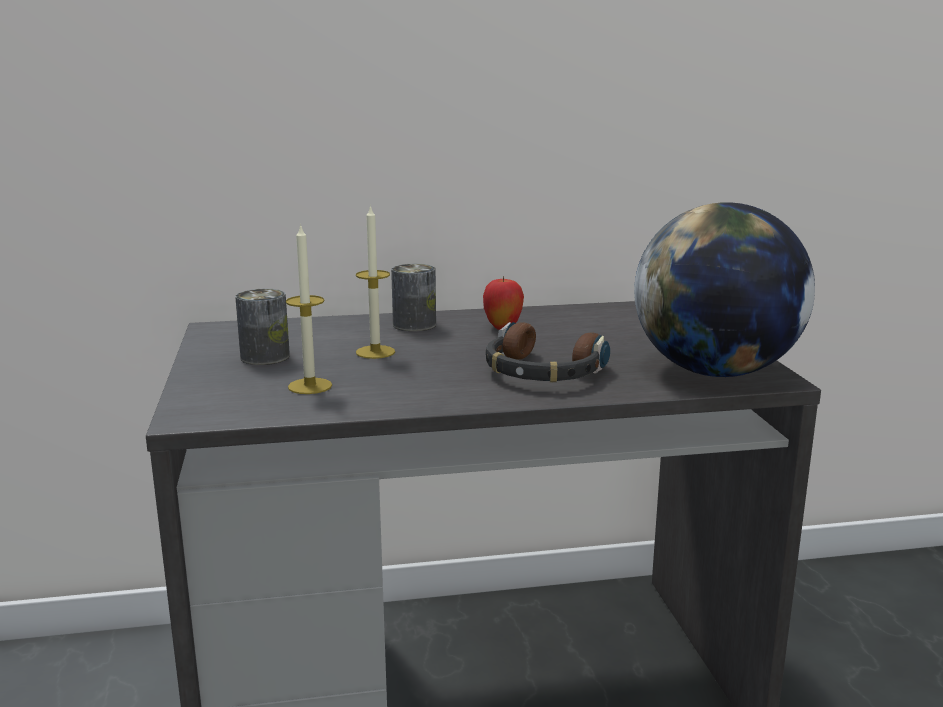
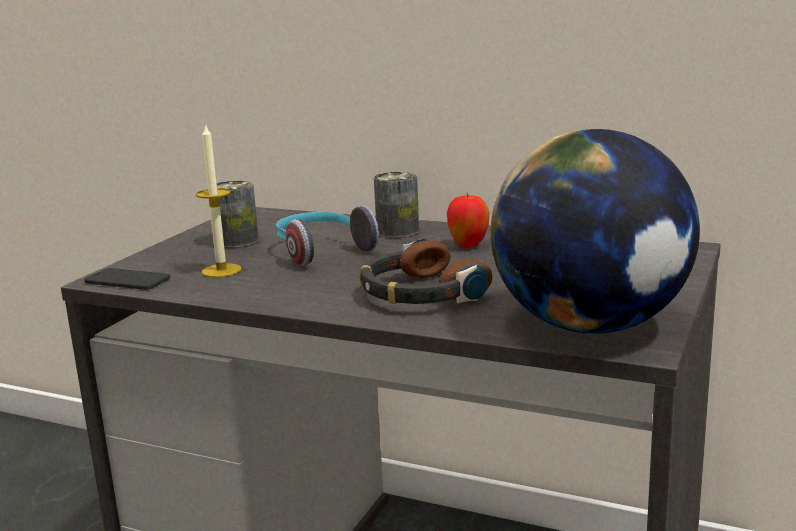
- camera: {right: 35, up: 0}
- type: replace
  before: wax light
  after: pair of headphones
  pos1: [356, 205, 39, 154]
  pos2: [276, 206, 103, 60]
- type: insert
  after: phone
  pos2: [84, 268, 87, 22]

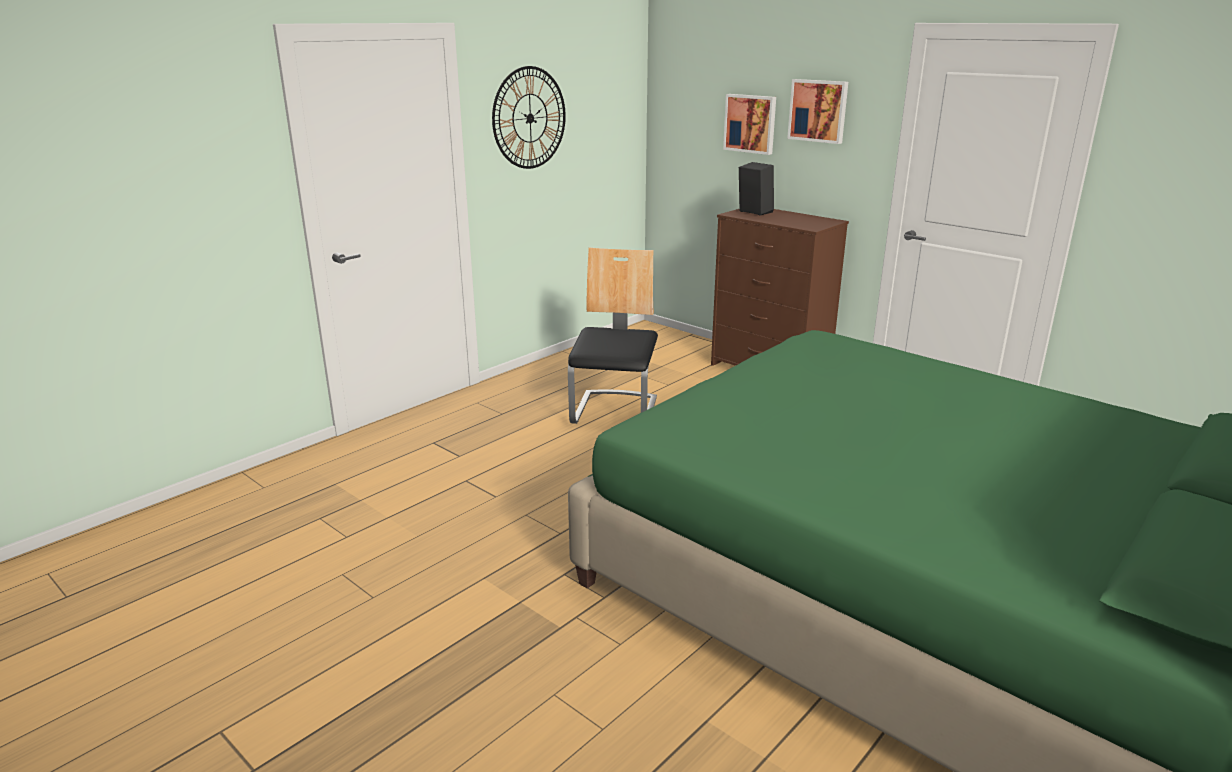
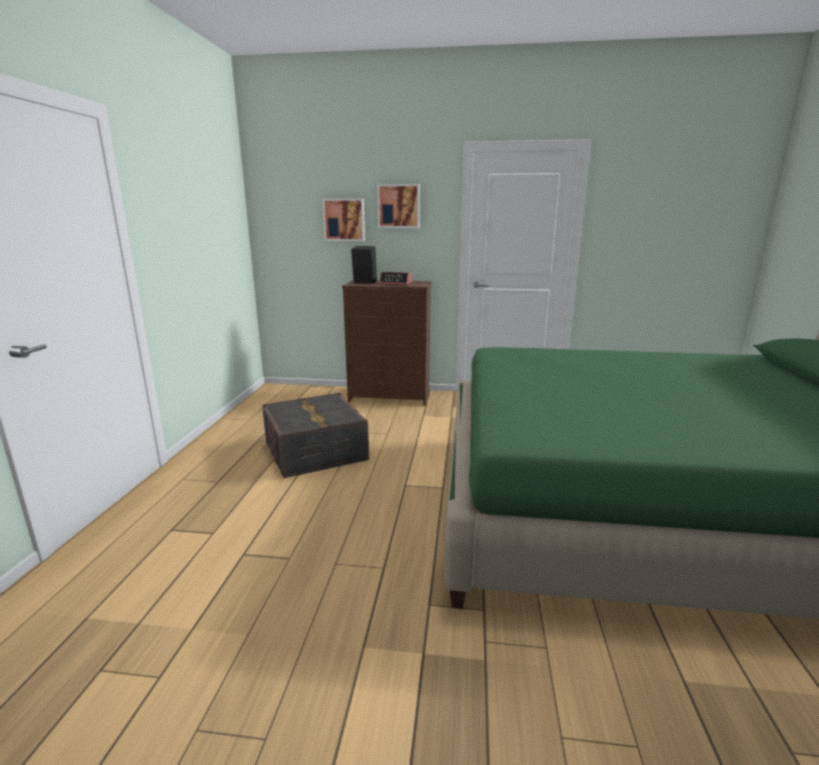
- camera: {right: -35, up: -5}
- type: delete
  before: wall clock
  pos1: [492, 66, 74, 103]
- type: replace
  before: upright chair
  after: gray storage bin
  pos1: [568, 247, 90, 177]
  pos2: [262, 393, 107, 85]
- type: insert
  after: alarm clock
  pos2: [379, 272, 33, 13]

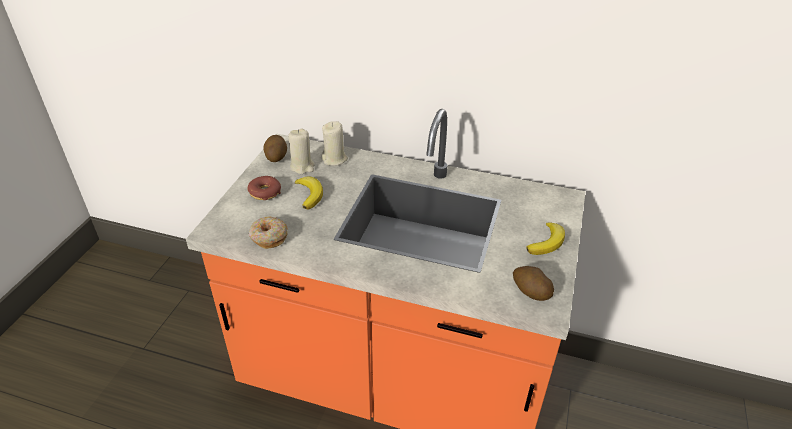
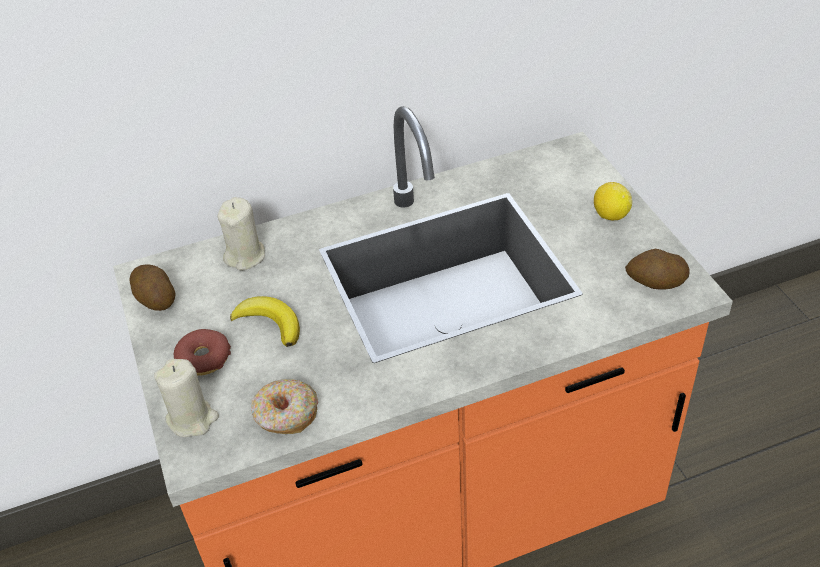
- camera: {right: -35, up: 5}
- type: move
  before: sand-coloured wax light
  pos1: [288, 129, 27, 45]
  pos2: [154, 359, 65, 78]
- type: replace
  before: whole banana
  after: citrus fruit
  pos1: [526, 222, 39, 33]
  pos2: [594, 182, 38, 38]

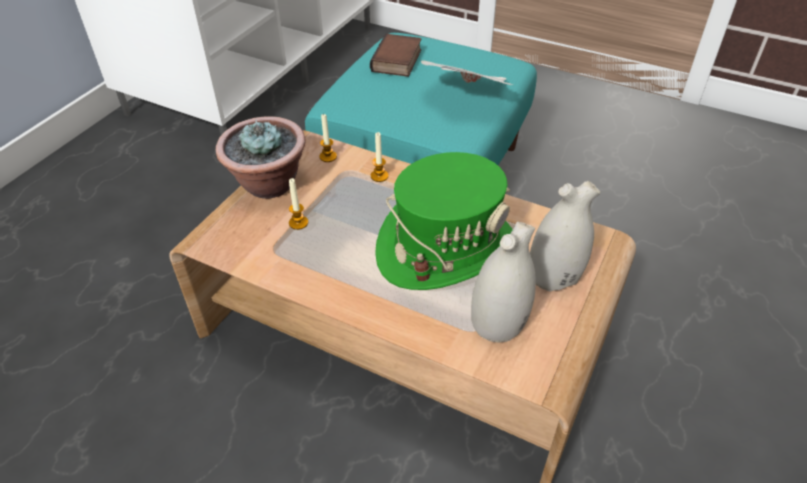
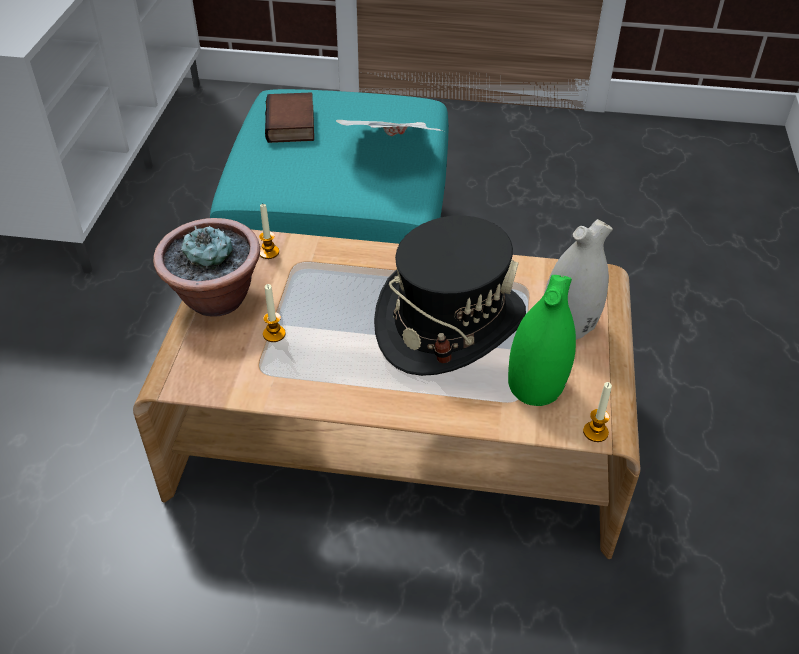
- camera: {right: -20, up: 0}
- type: move
  before: wax light
  pos1: [371, 132, 18, 50]
  pos2: [583, 382, 29, 60]
- type: recolor
  before: green clothing hat
  after: black clothing hat
  pos1: [375, 152, 138, 138]
  pos2: [374, 215, 152, 161]
- type: recolor
  before: white vase
  after: green vase
  pos1: [471, 222, 65, 120]
  pos2: [508, 275, 68, 131]

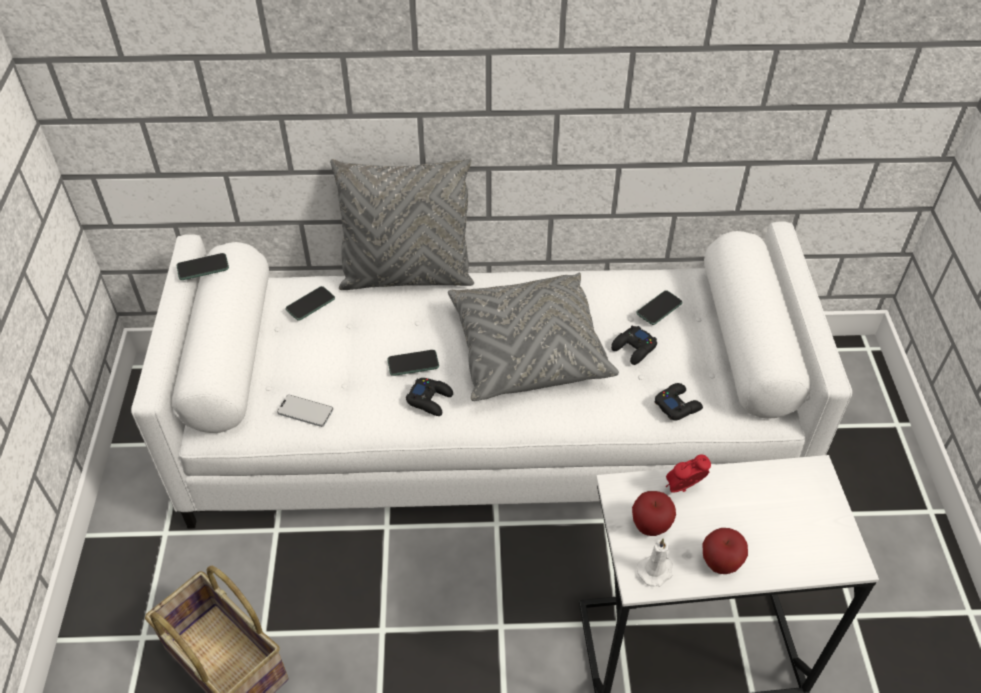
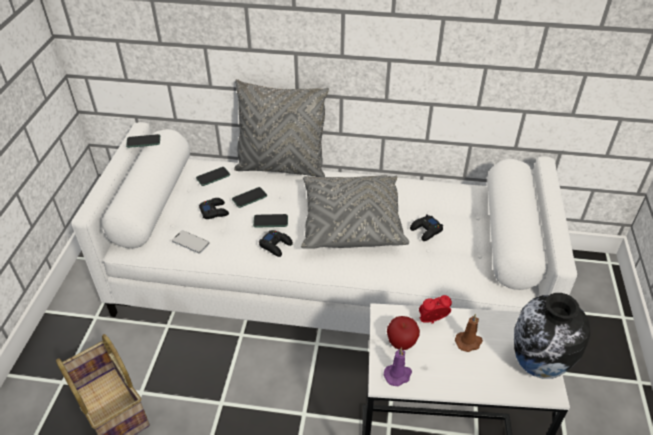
- camera: {right: 10, up: -5}
- type: move
  before: phone
  pos1: [636, 290, 47, 35]
  pos2: [232, 187, 35, 21]
- type: move
  before: black gamepad
  pos1: [655, 383, 48, 38]
  pos2: [199, 198, 30, 21]
- type: delete
  before: apple fruit
  pos1: [703, 528, 45, 46]
- type: recolor
  before: white wax light
  after: purple-coloured wax light
  pos1: [637, 538, 36, 49]
  pos2: [384, 347, 28, 39]
- type: insert
  after: vase
  pos2: [514, 293, 76, 86]
- type: insert
  after: brown-coloured wax light
  pos2: [455, 314, 28, 38]

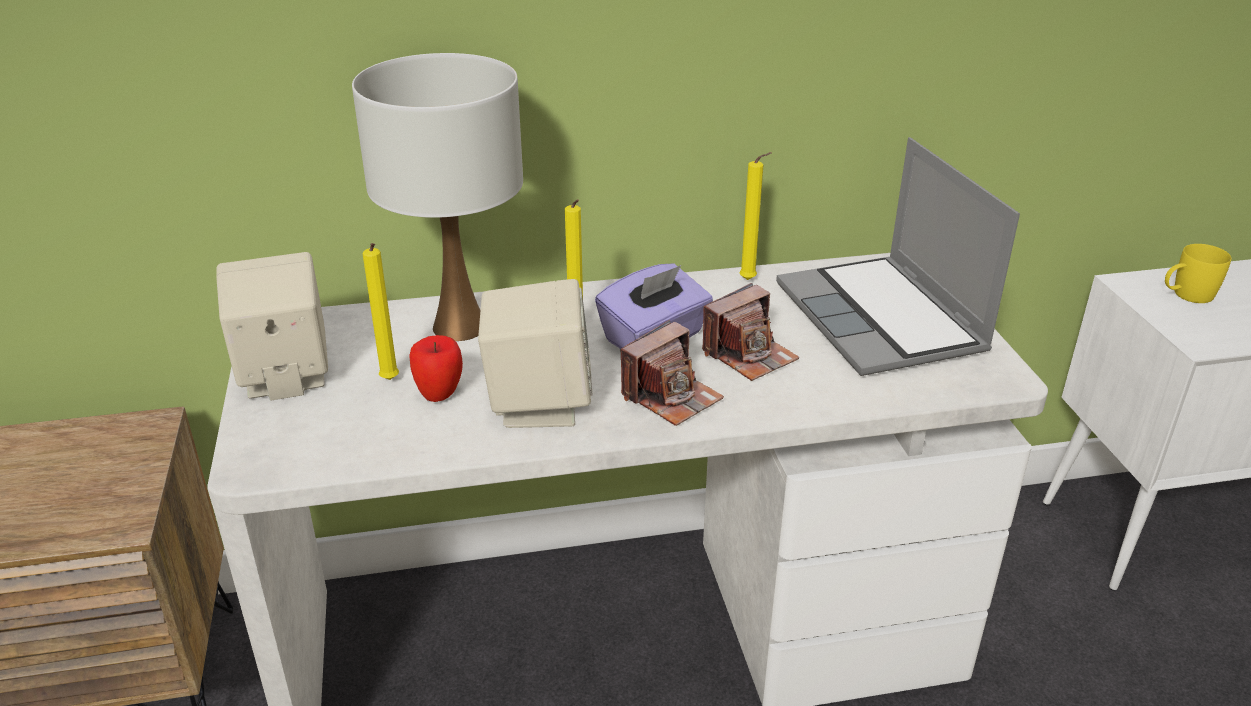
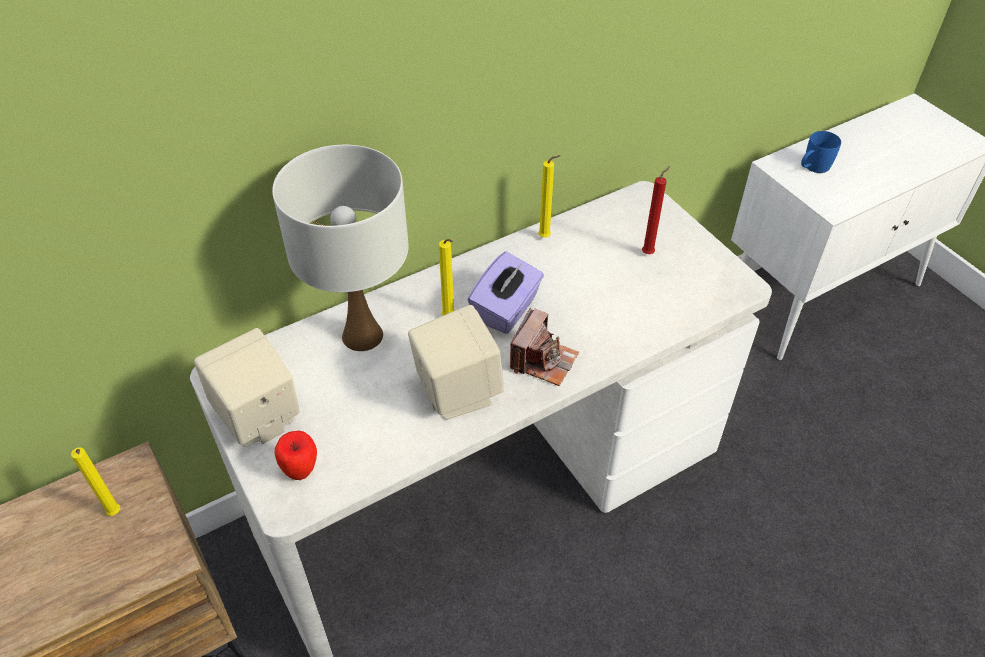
- camera: {right: -20, up: 15}
- type: replace
  before: notebook computer
  after: reddish wax light
  pos1: [776, 137, 244, 239]
  pos2: [642, 166, 28, 88]
- type: move
  before: yellow wax light
  pos1: [362, 243, 37, 137]
  pos2: [71, 447, 49, 69]
- type: recolor
  before: yellow tea mug
  after: bluish tea mug
  pos1: [1165, 244, 67, 59]
  pos2: [801, 131, 40, 42]
- type: delete
  before: photo camera
  pos1: [702, 283, 98, 98]
- type: move
  before: apple fruit
  pos1: [409, 335, 54, 67]
  pos2: [275, 430, 42, 50]

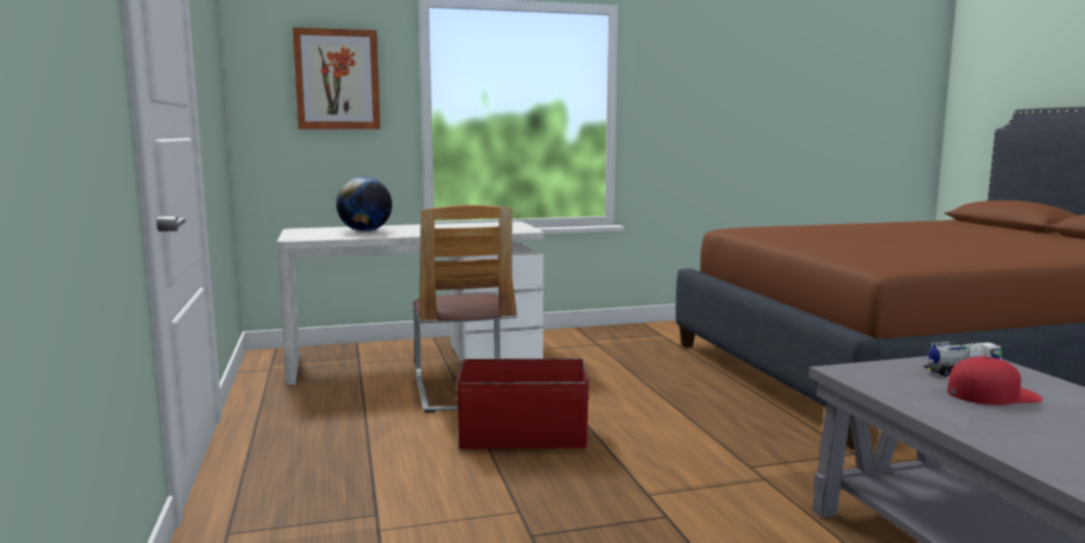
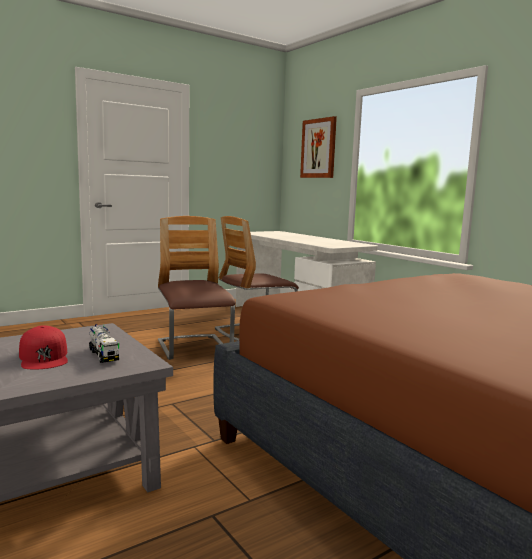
- camera: {right: 70, up: 0}
- type: delete
  before: globe
  pos1: [336, 177, 56, 55]
- type: replace
  before: reddish storage bin
  after: upright chair
  pos1: [456, 358, 133, 91]
  pos2: [158, 216, 77, 144]

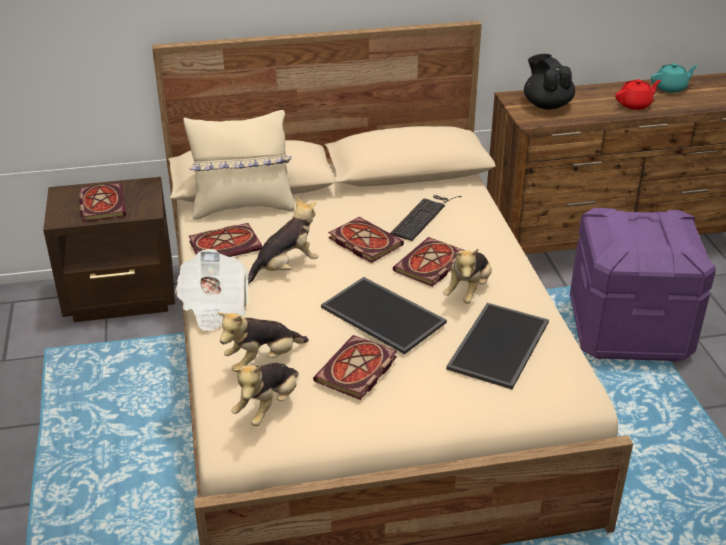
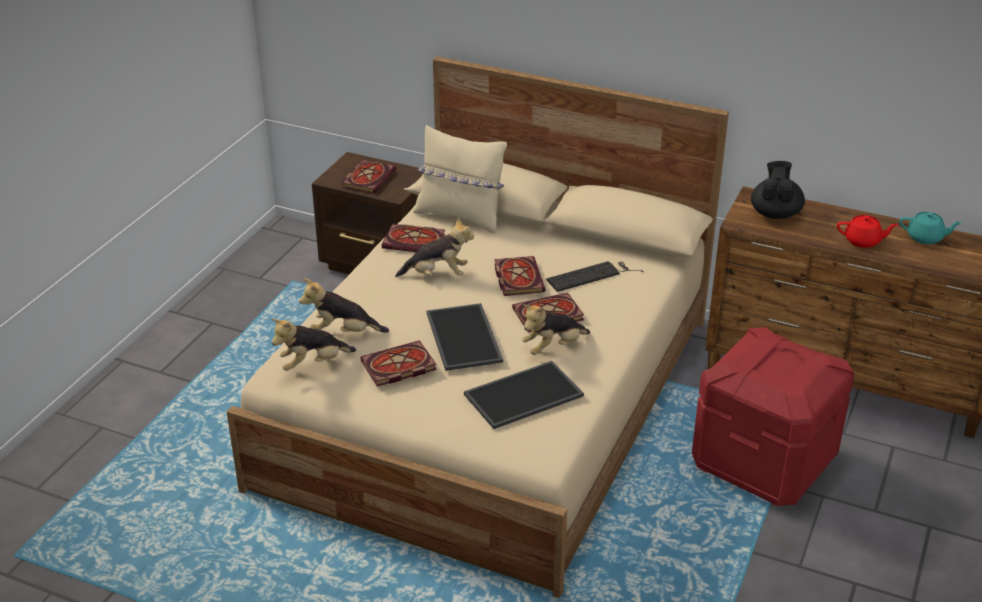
- camera: {right: 35, up: 0}
- type: recolor
  before: purple-coloured storage bin
  after: reddish storage bin
  pos1: [570, 208, 146, 154]
  pos2: [692, 327, 162, 179]
- type: delete
  before: daily paper
  pos1: [175, 249, 74, 82]

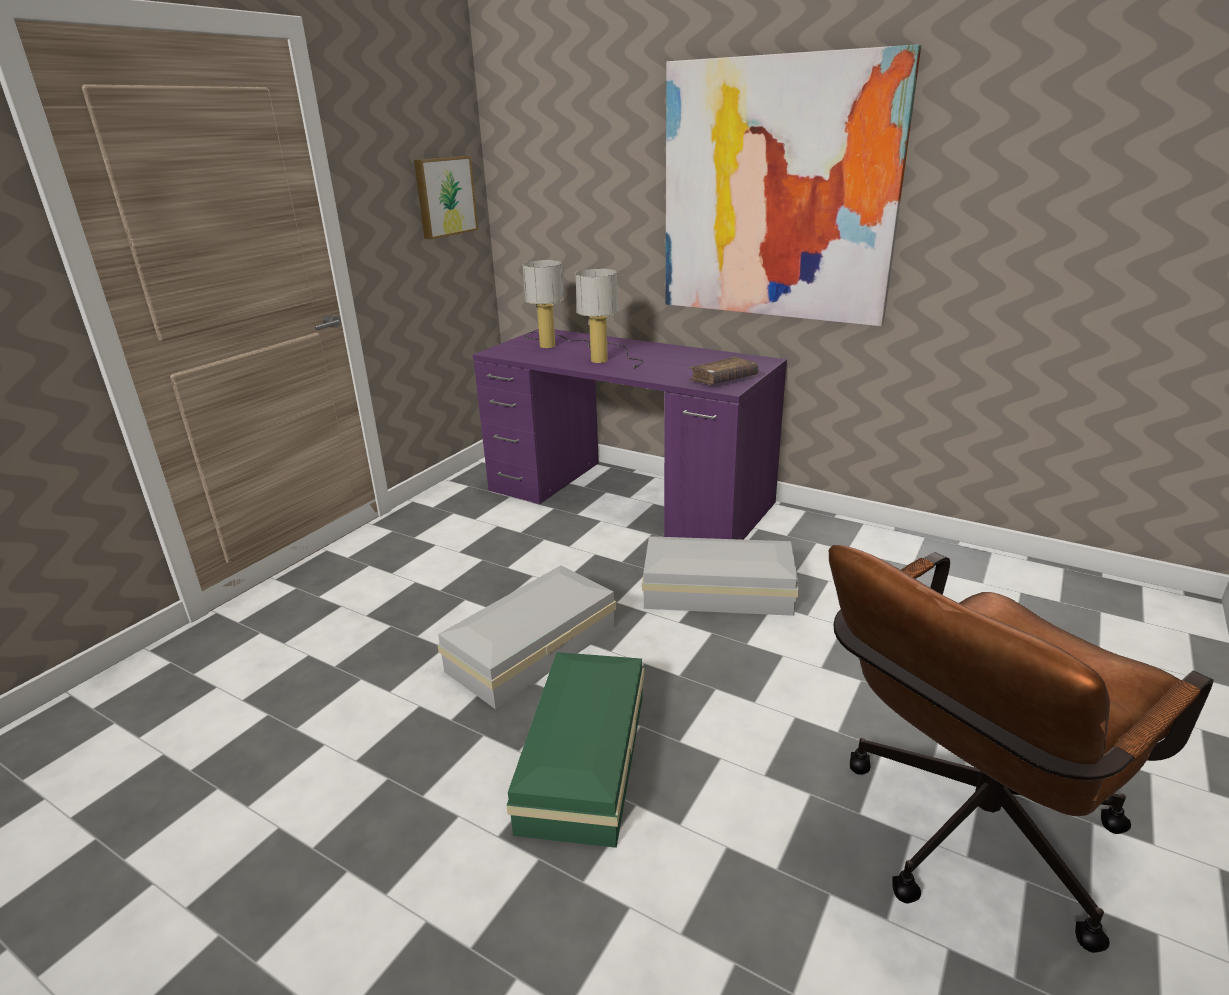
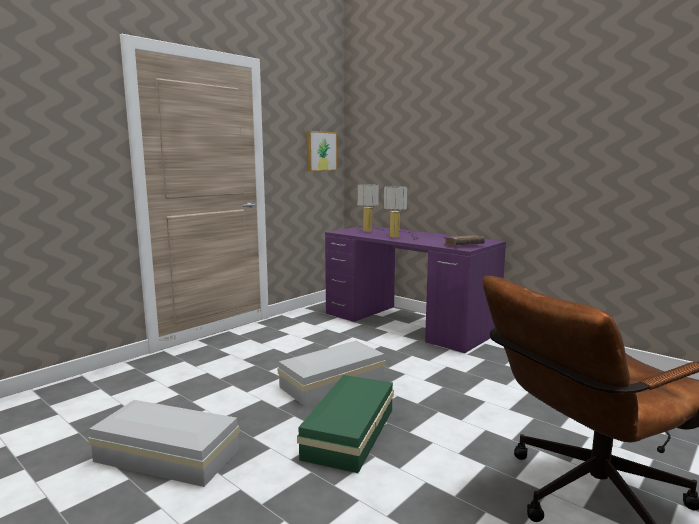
- camera: {right: 10, up: -15}
- type: delete
  before: wall art
  pos1: [666, 44, 255, 282]
- type: move
  before: white storage bin
  pos1: [642, 536, 157, 80]
  pos2: [88, 400, 152, 87]

